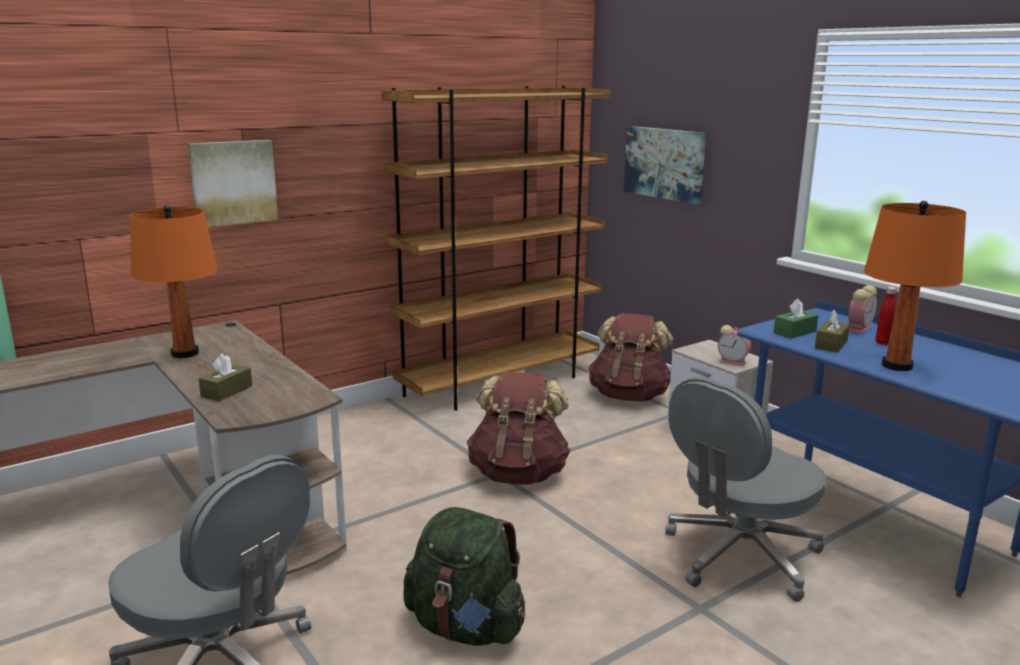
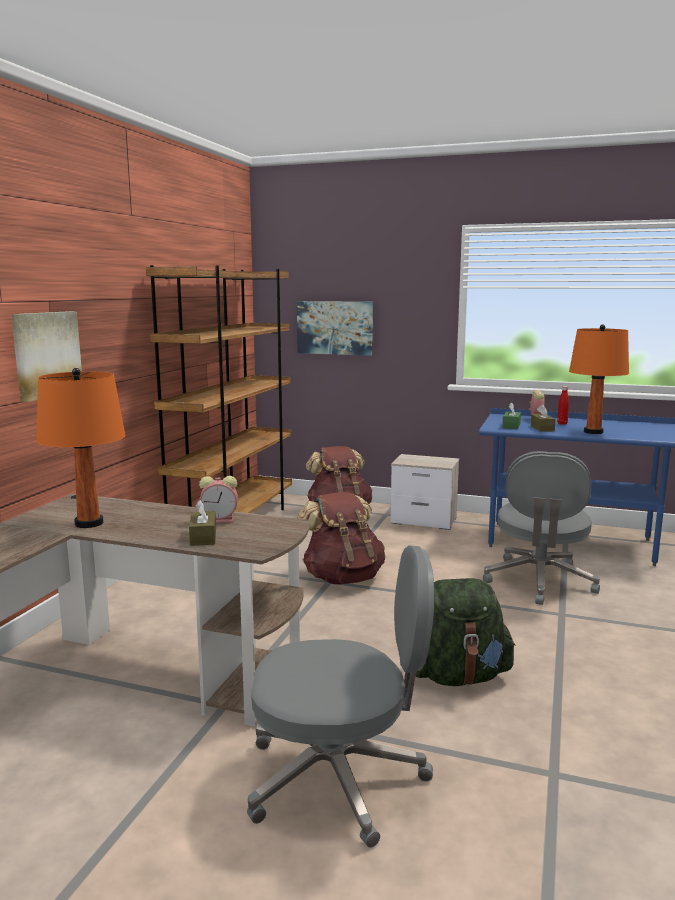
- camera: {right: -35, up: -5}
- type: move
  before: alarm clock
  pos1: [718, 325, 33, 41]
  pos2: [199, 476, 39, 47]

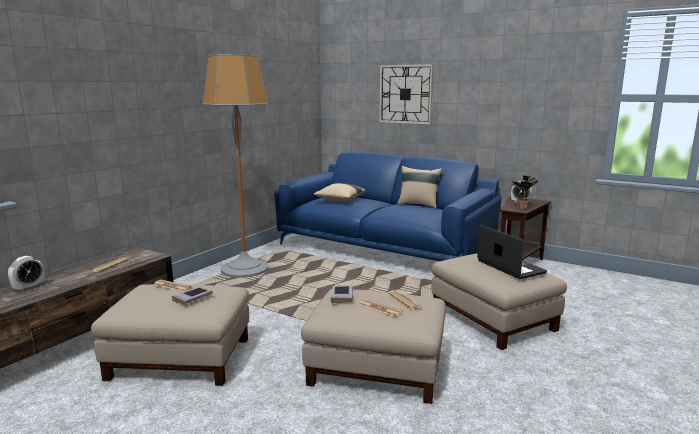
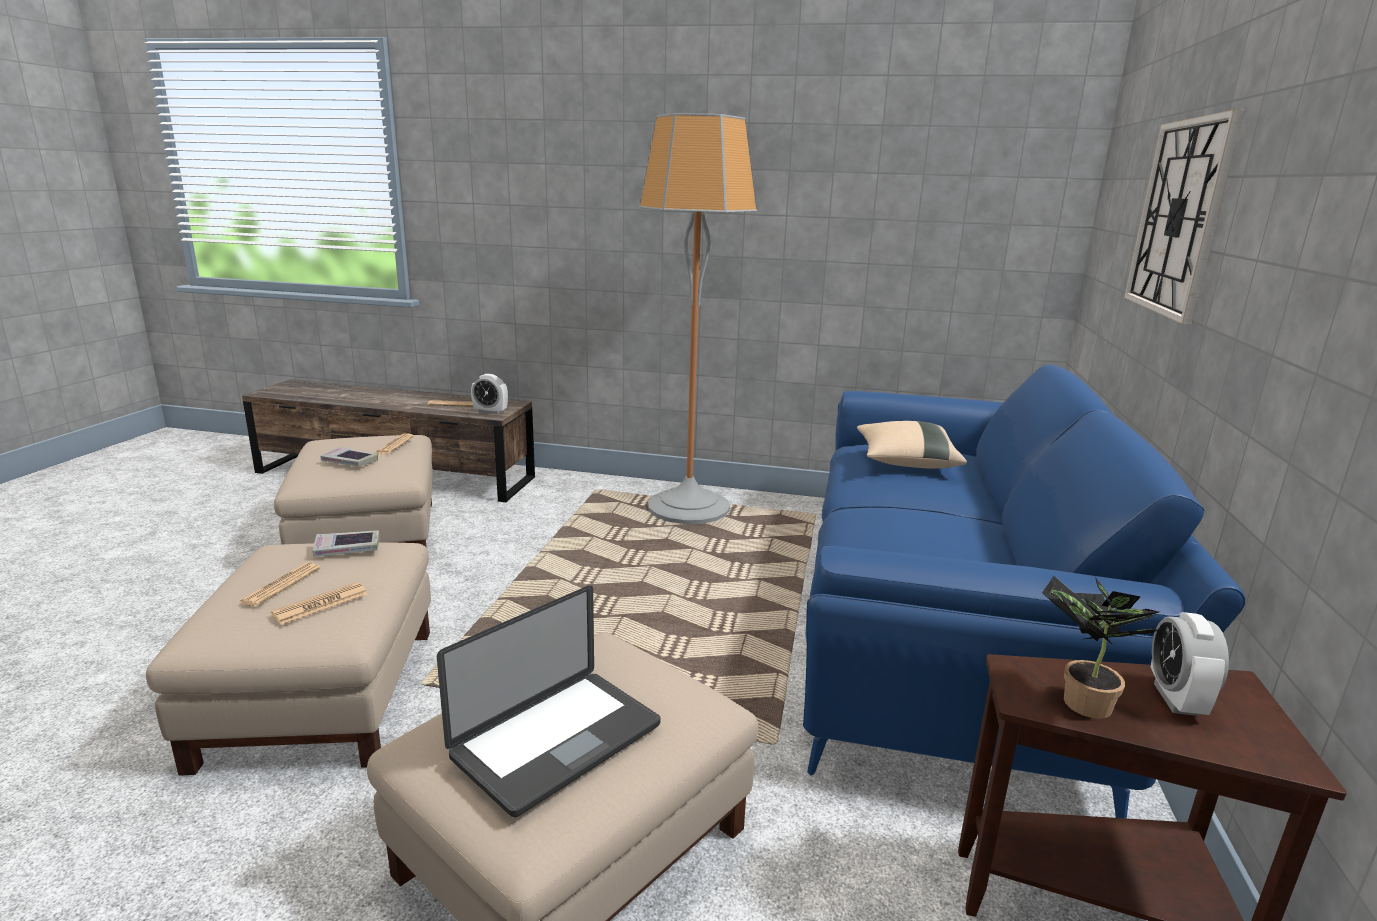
- camera: {right: 70, up: 5}
- type: delete
  before: sand-coloured pillow
  pos1: [397, 166, 45, 42]
- type: move
  before: alarm clock
  pos1: [8, 256, 37, 36]
  pos2: [471, 374, 37, 40]

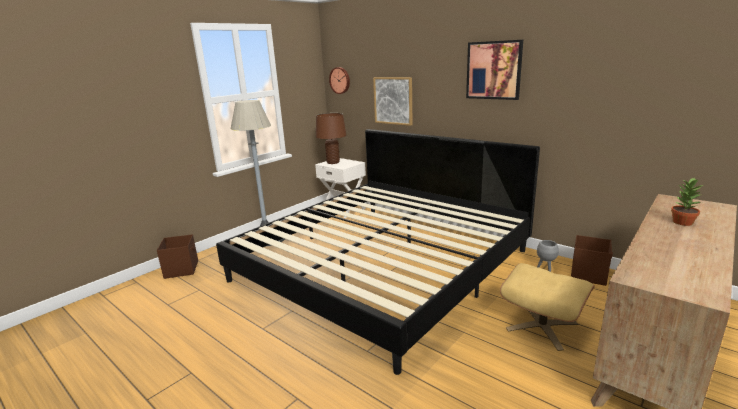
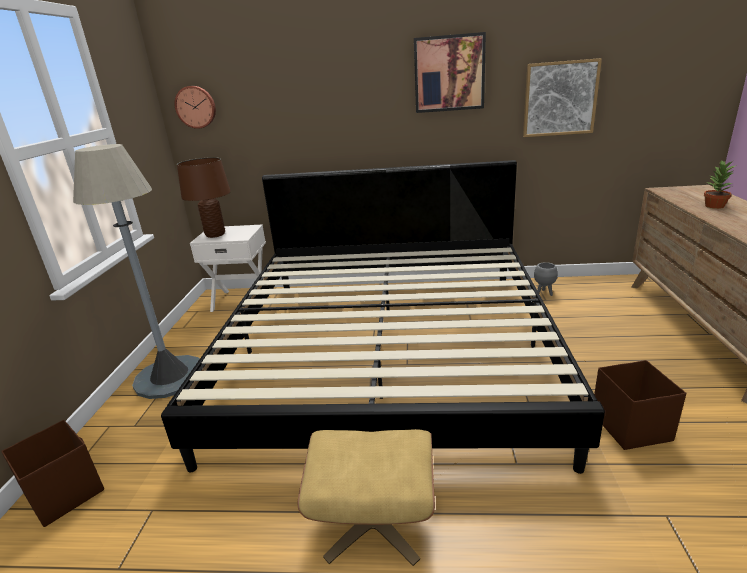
- camera: {right: -35, up: 5}
- type: move
  before: wall art
  pos1: [373, 77, 39, 49]
  pos2: [523, 58, 79, 79]
- type: move
  before: brown-coloured storage bin
  pos1: [571, 235, 42, 51]
  pos2: [594, 360, 92, 90]
- type: move
  before: sand-coloured footrest
  pos1: [500, 263, 95, 88]
  pos2: [298, 429, 137, 137]

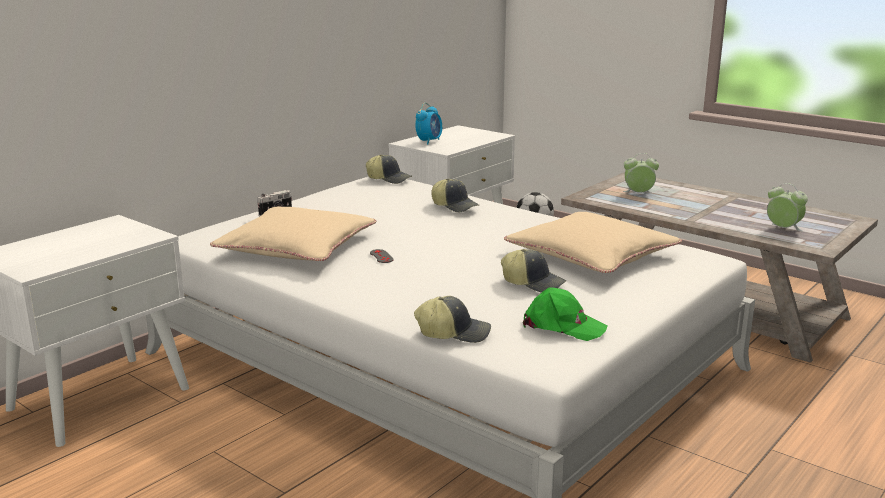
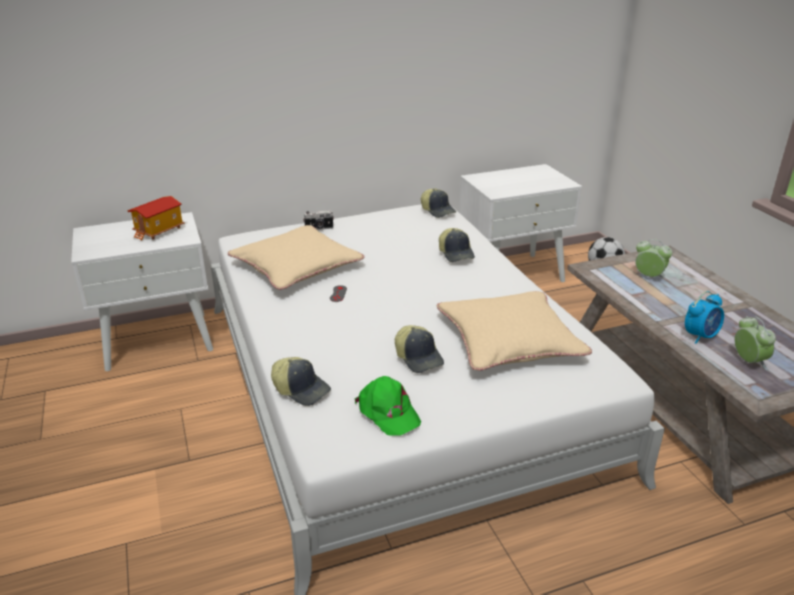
- camera: {right: 30, up: 10}
- type: move
  before: alarm clock
  pos1: [415, 103, 27, 42]
  pos2: [685, 291, 39, 53]
- type: insert
  after: model house
  pos2: [127, 196, 58, 45]

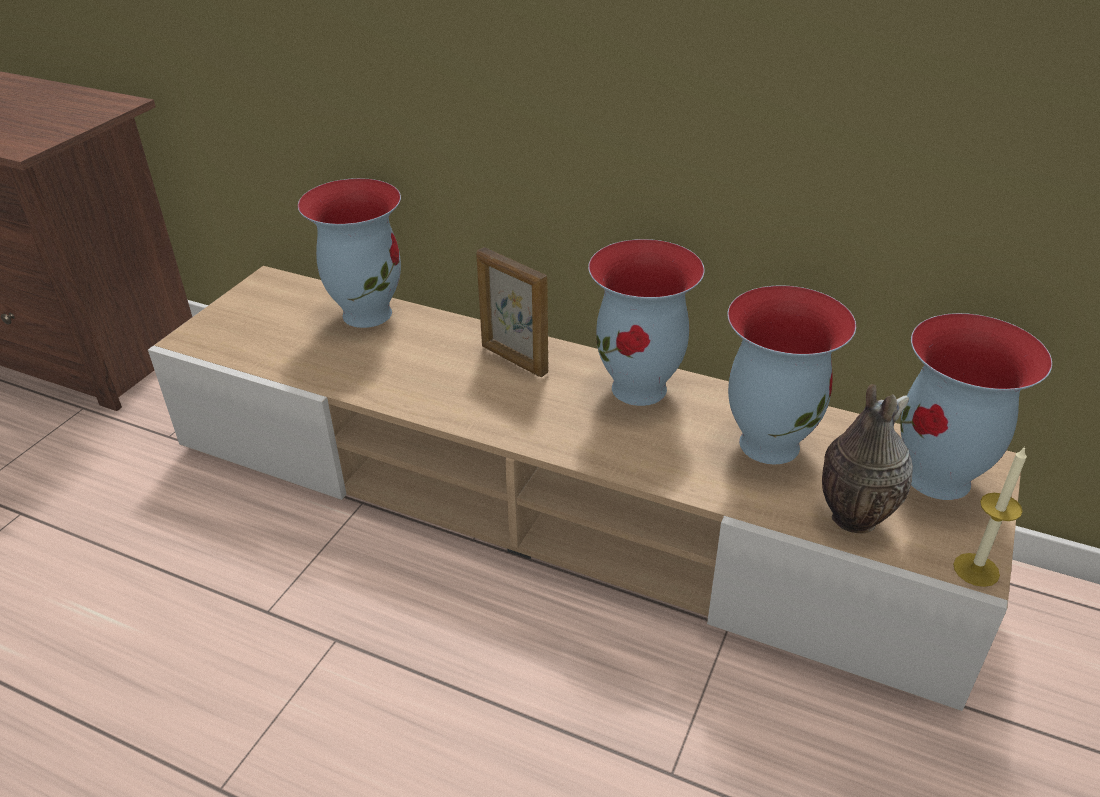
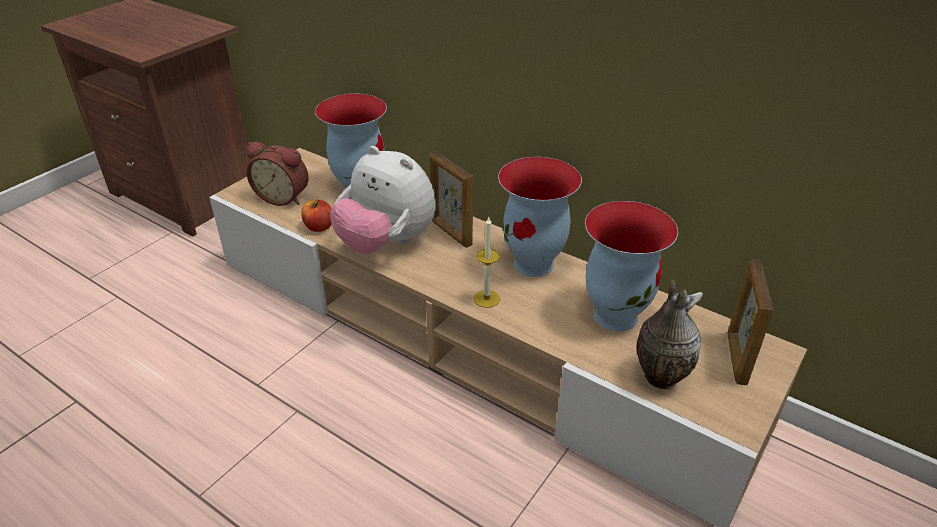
- camera: {right: 10, up: 0}
- type: replace
  before: vase
  after: picture frame
  pos1: [900, 313, 152, 187]
  pos2: [727, 260, 46, 125]
- type: move
  before: wax light
  pos1: [953, 446, 74, 141]
  pos2: [474, 217, 26, 91]
- type: insert
  after: alarm clock
  pos2: [247, 142, 62, 64]
- type: insert
  after: plush toy
  pos2: [330, 146, 106, 108]
- type: insert
  after: apple fruit
  pos2: [301, 200, 31, 32]

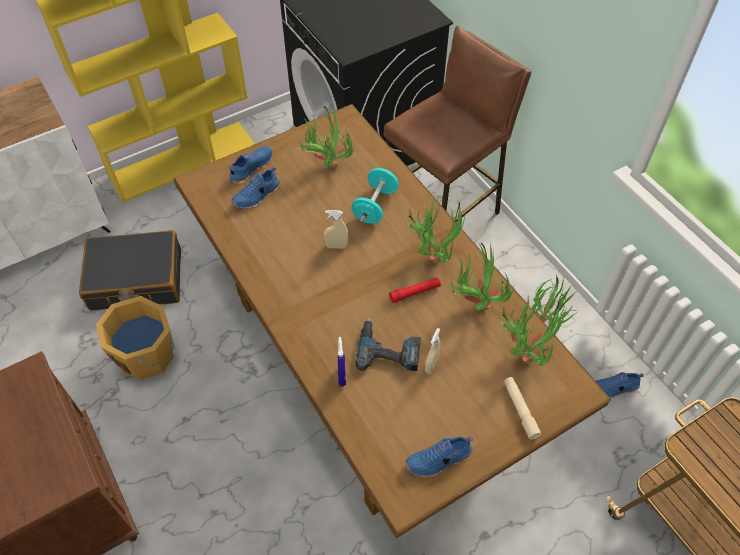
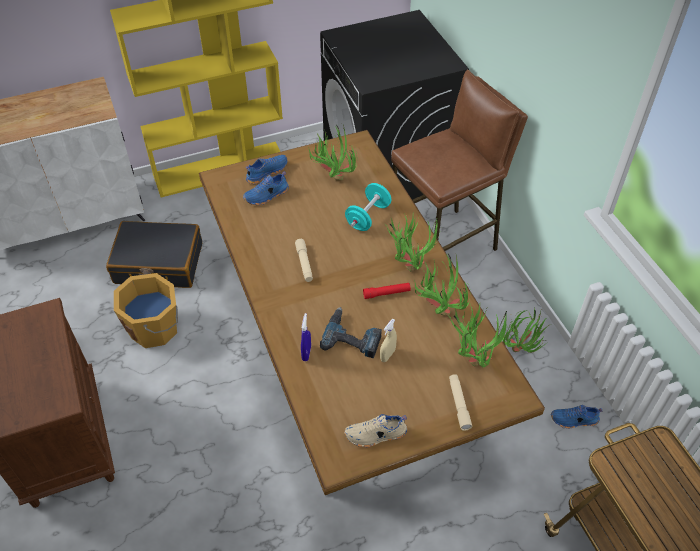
- camera: {right: 10, up: -5}
- type: delete
  before: sand-coloured hand sprayer
  pos1: [324, 210, 24, 38]
- type: recolor
  before: bluish low shoe
  after: sand-coloured low shoe
  pos1: [405, 436, 68, 42]
  pos2: [345, 414, 62, 33]
- type: insert
  after: sand-coloured flashlight
  pos2: [295, 239, 18, 43]

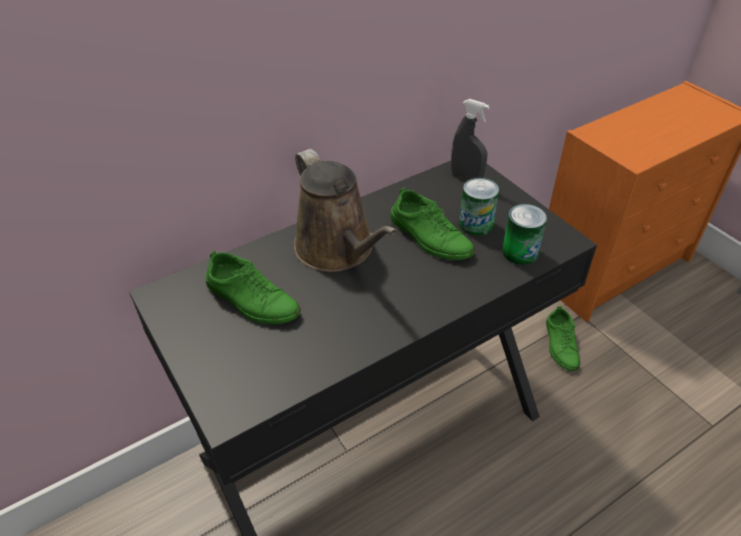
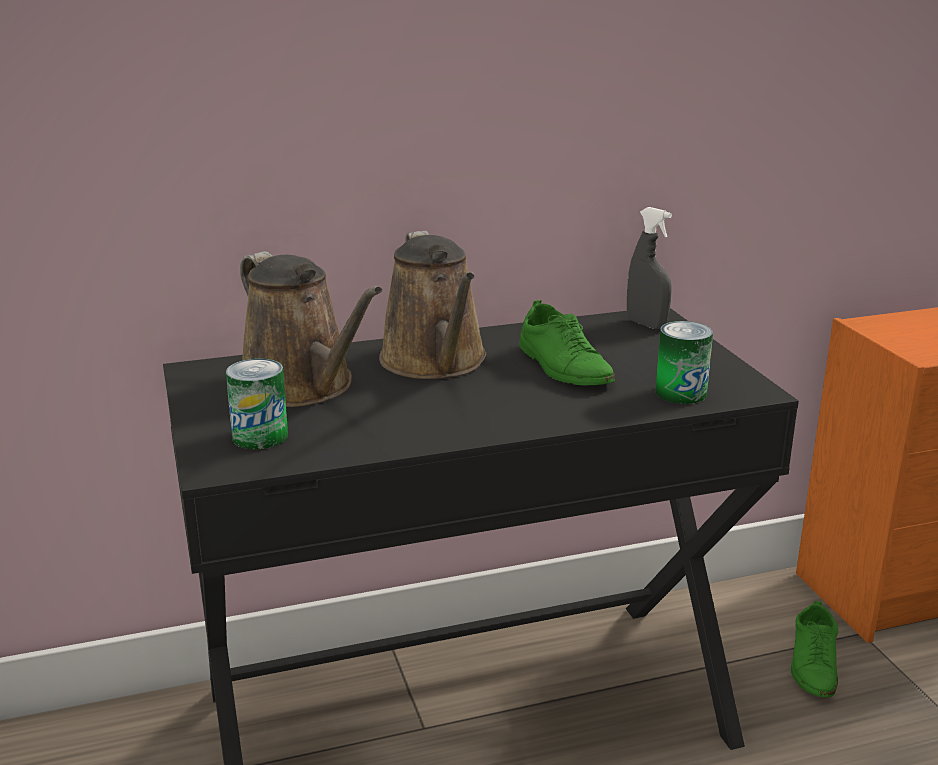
- camera: {right: 15, up: -20}
- type: move
  before: metal can
  pos1: [459, 178, 40, 58]
  pos2: [226, 358, 62, 91]
- type: replace
  before: green low shoe
  after: brown-coloured watering pot
  pos1: [206, 250, 95, 74]
  pos2: [240, 251, 143, 156]

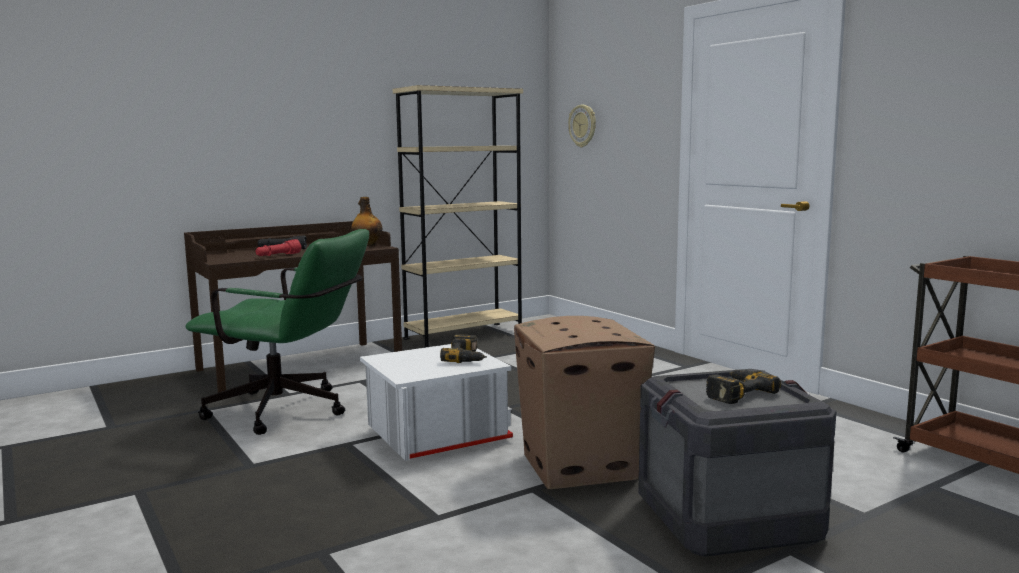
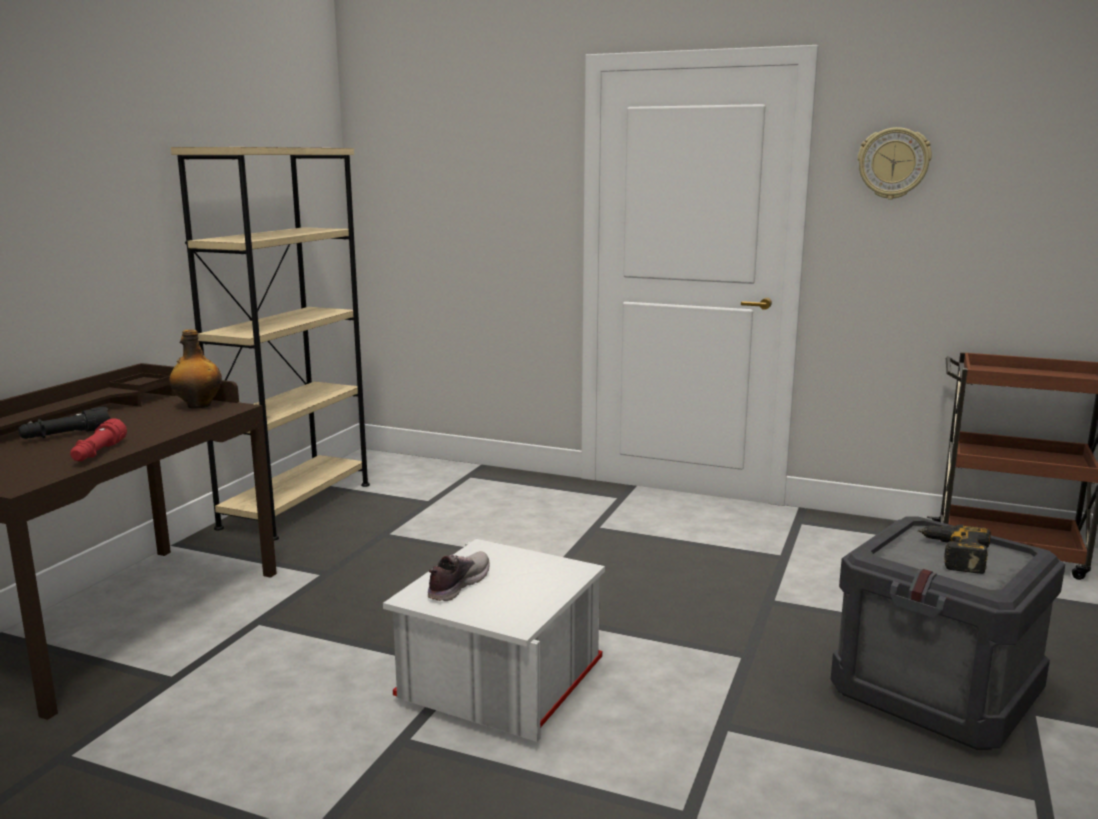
- camera: {right: -35, up: 5}
- type: move
  before: wall clock
  pos1: [568, 105, 28, 42]
  pos2: [858, 127, 74, 72]
- type: delete
  before: green computer chair
  pos1: [185, 229, 184, 206]
- type: delete
  before: carton
  pos1: [514, 316, 141, 173]
- type: delete
  before: drill
  pos1: [440, 334, 47, 29]
- type: insert
  after: low shoe
  pos2: [428, 551, 61, 50]

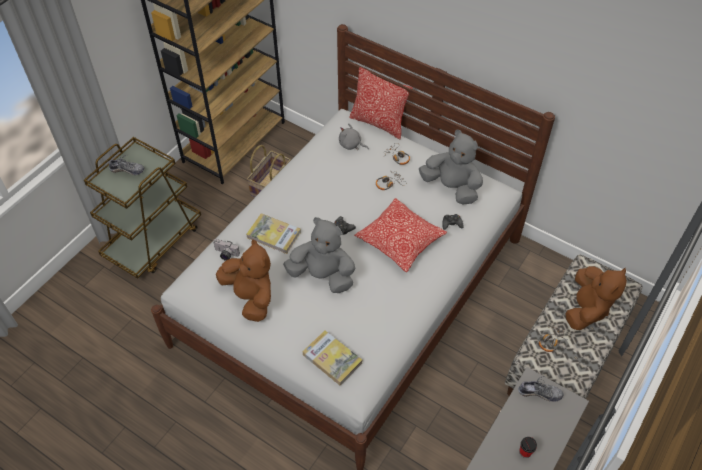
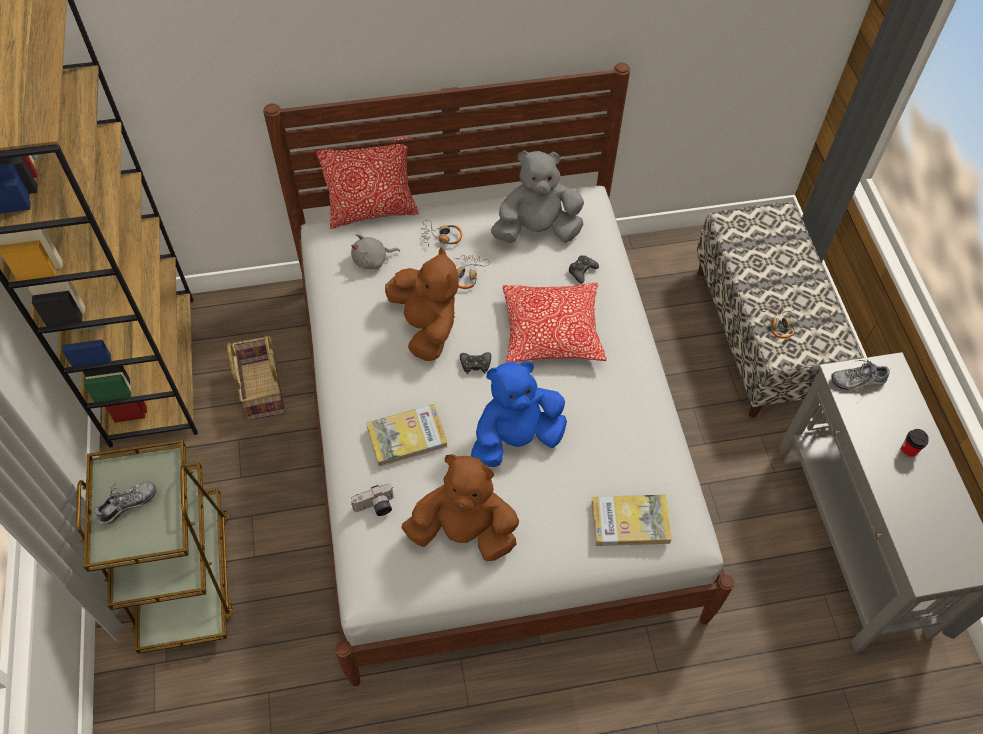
- camera: {right: -45, up: 5}
- type: recolor
  before: gray plush toy
  after: bluish plush toy
  pos1: [283, 217, 72, 76]
  pos2: [471, 361, 96, 106]
- type: move
  before: brown-coloured plush toy
  pos1: [566, 266, 61, 64]
  pos2: [385, 247, 74, 114]
- type: rotate
  before: low shoe
  pos1: [518, 376, 45, 26]
  pos2: [831, 360, 59, 32]
  turn: -150

